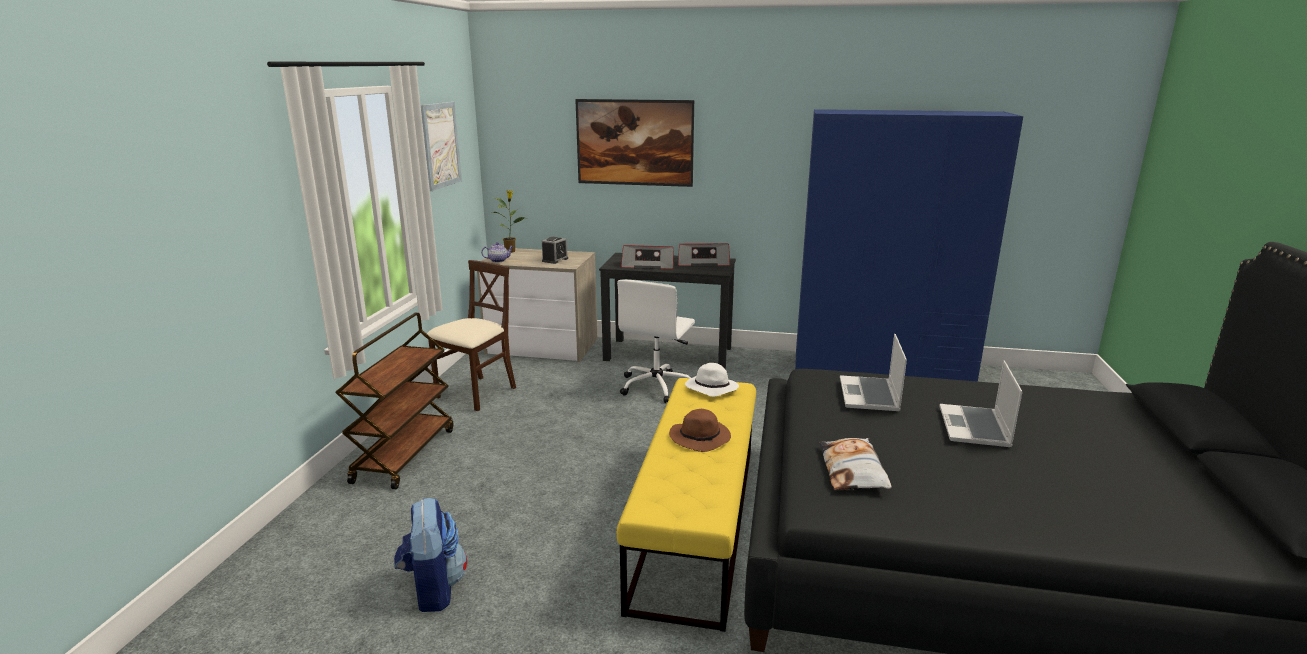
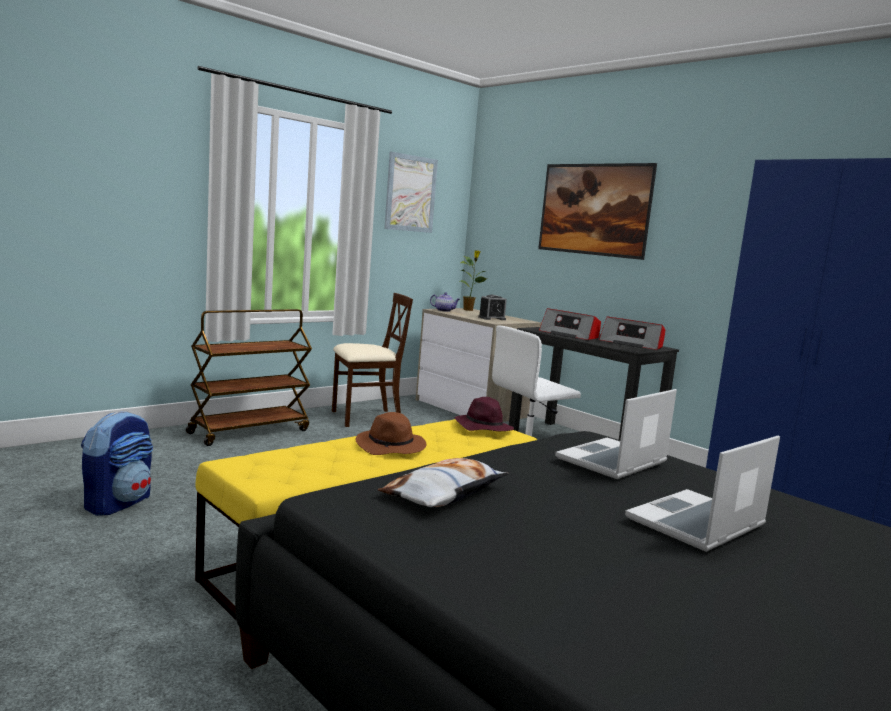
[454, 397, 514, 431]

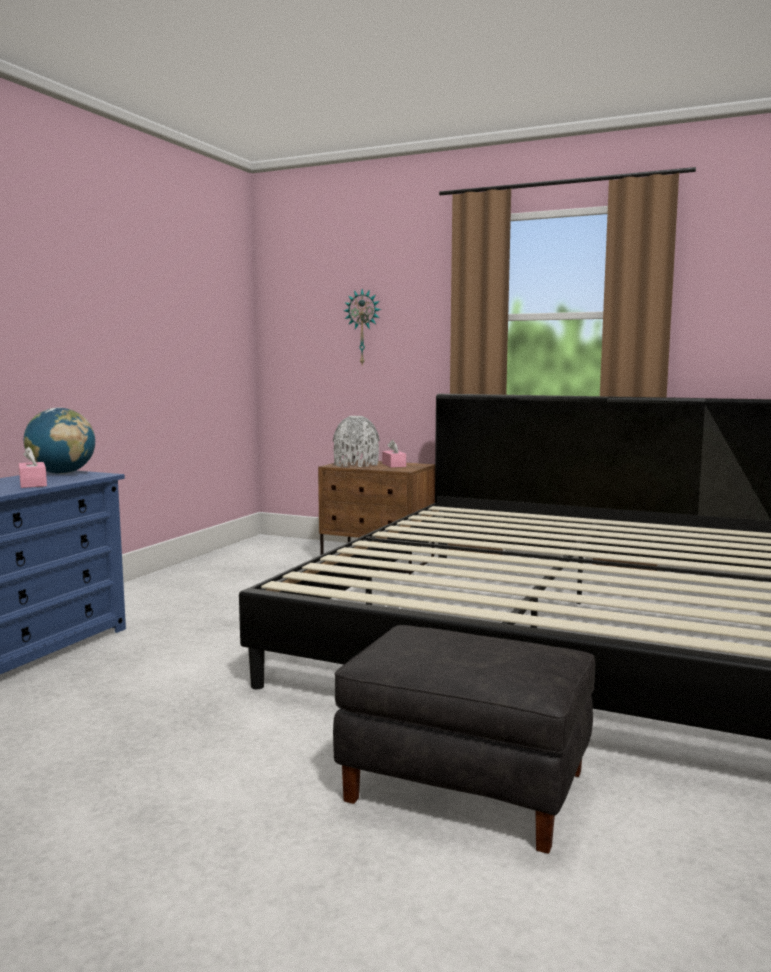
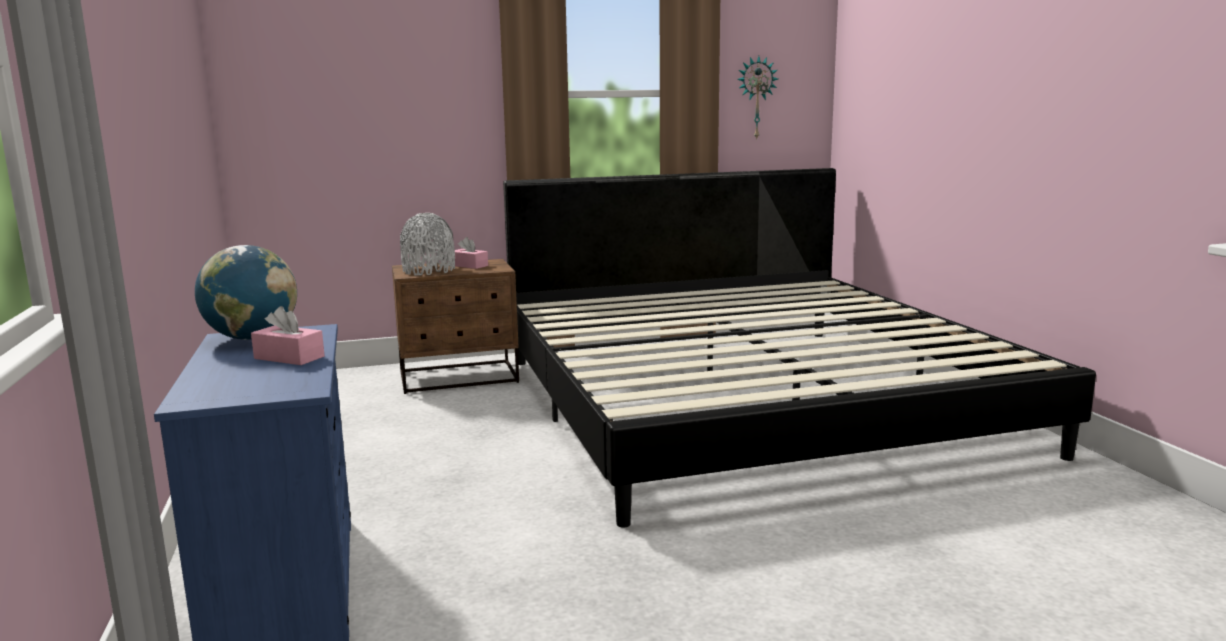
[333, 625, 595, 854] (first image)
[737, 56, 778, 140]

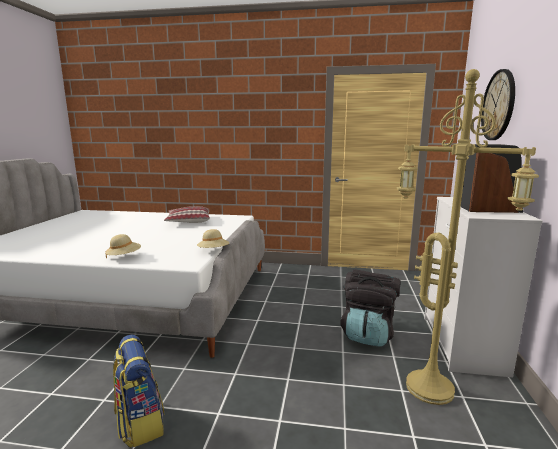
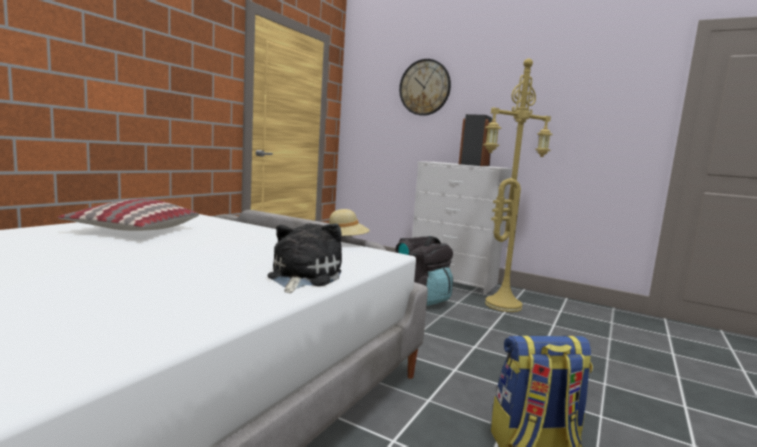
[267, 223, 342, 293]

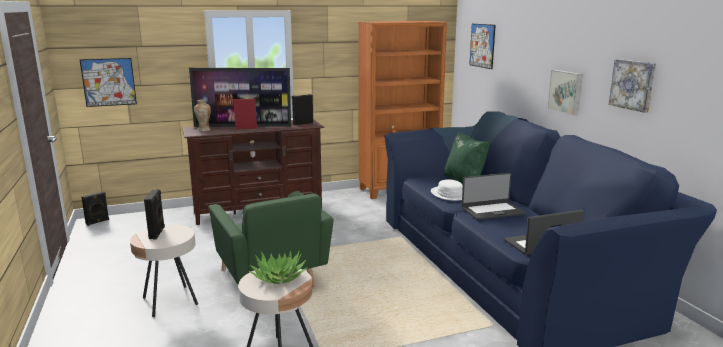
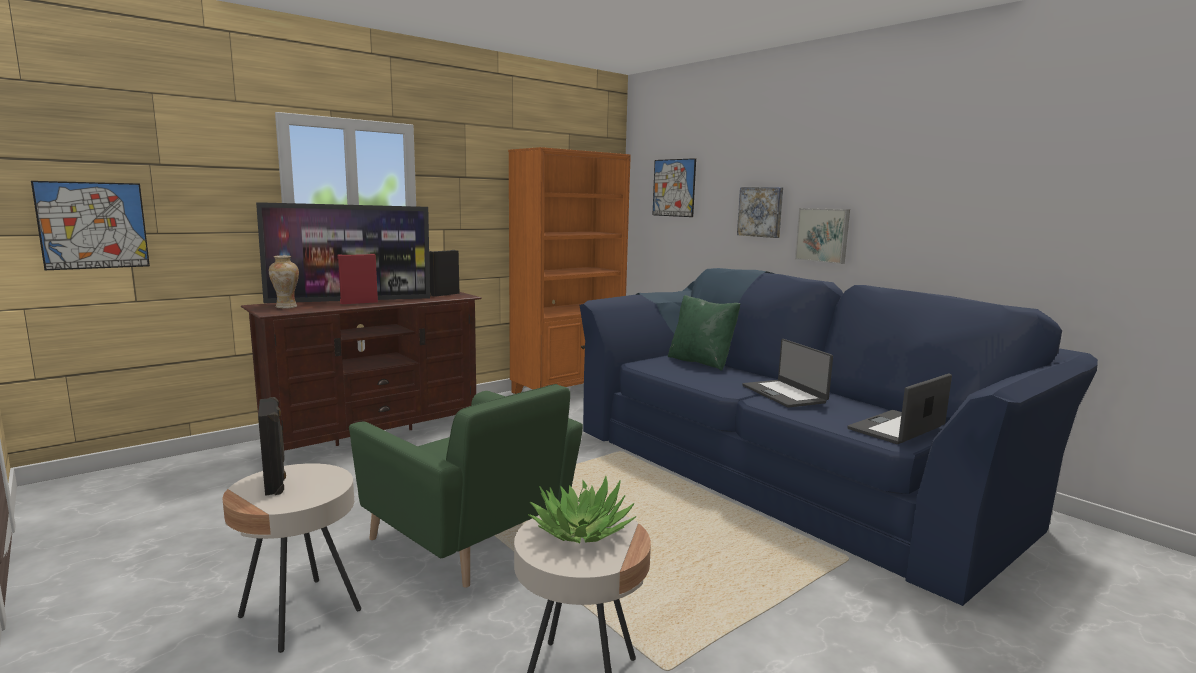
[81, 191, 109, 226] (first image)
[431, 180, 463, 201] (first image)
[737, 187, 783, 238]
[742, 339, 833, 408]

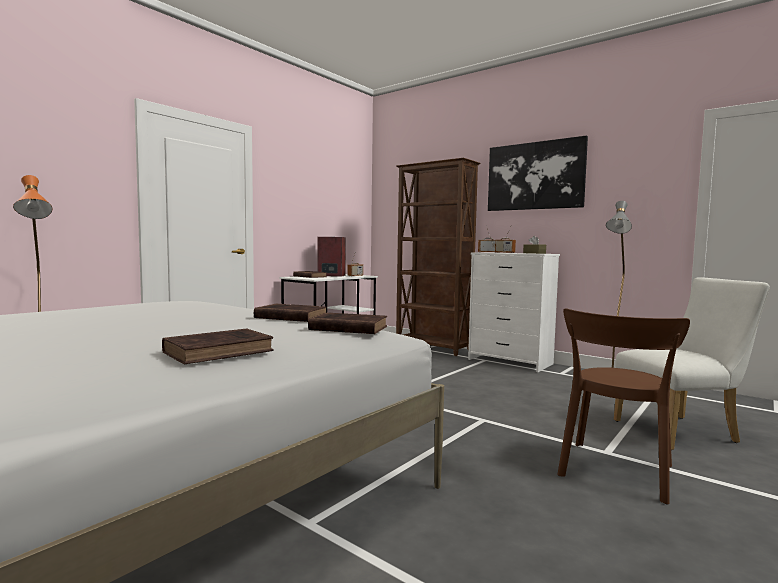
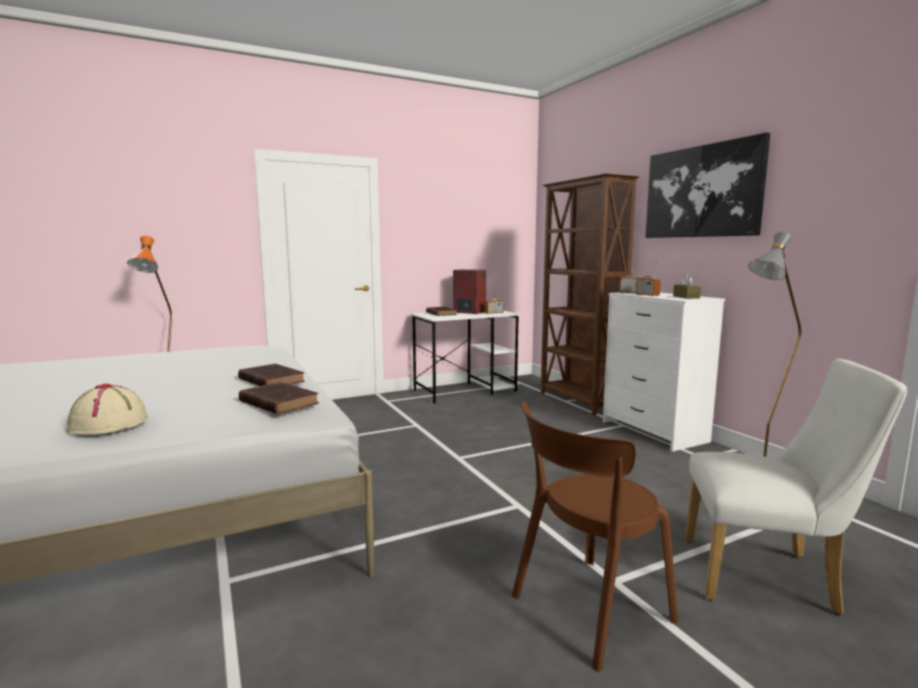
[66, 384, 148, 435]

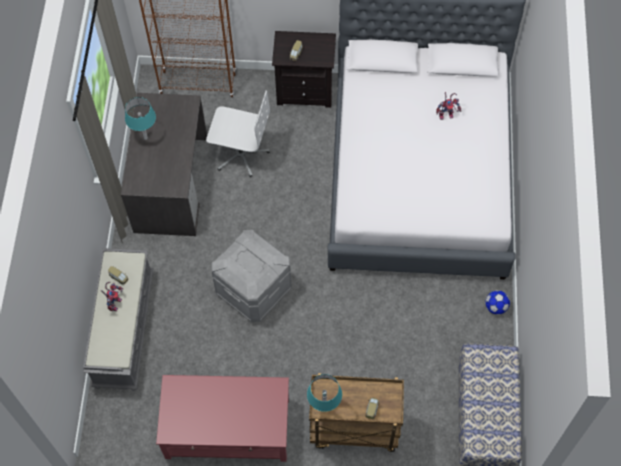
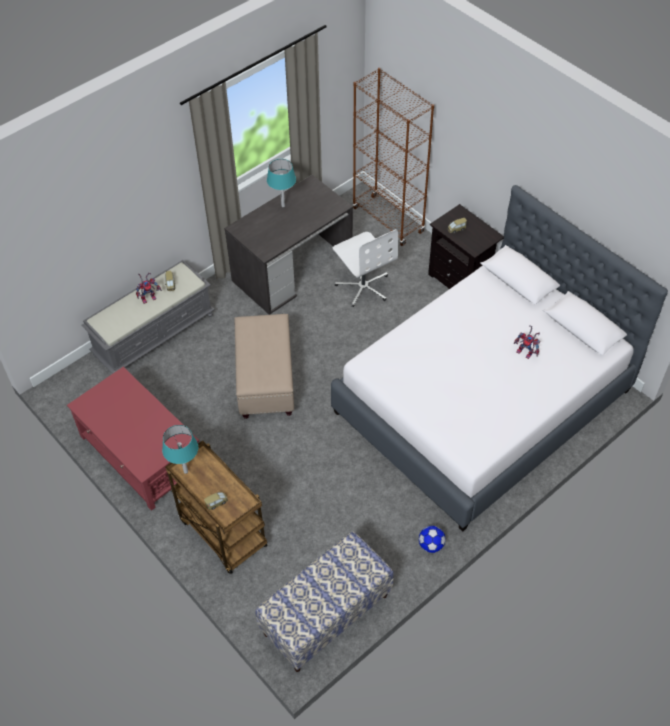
[234, 314, 294, 419]

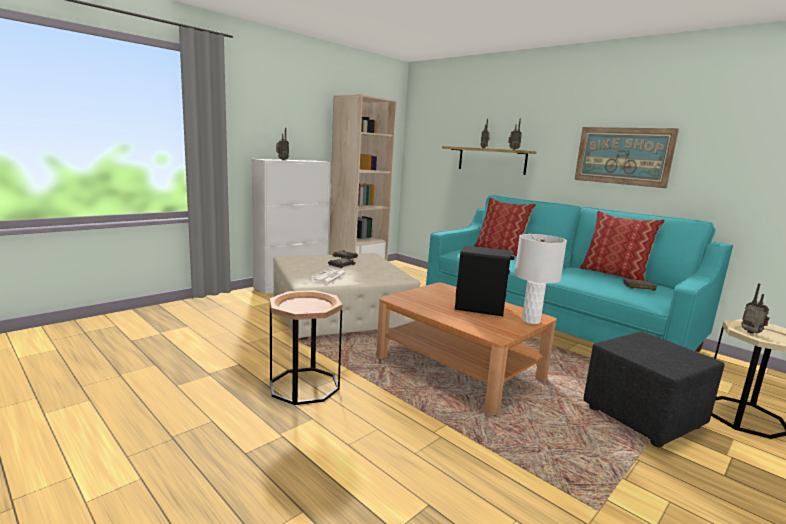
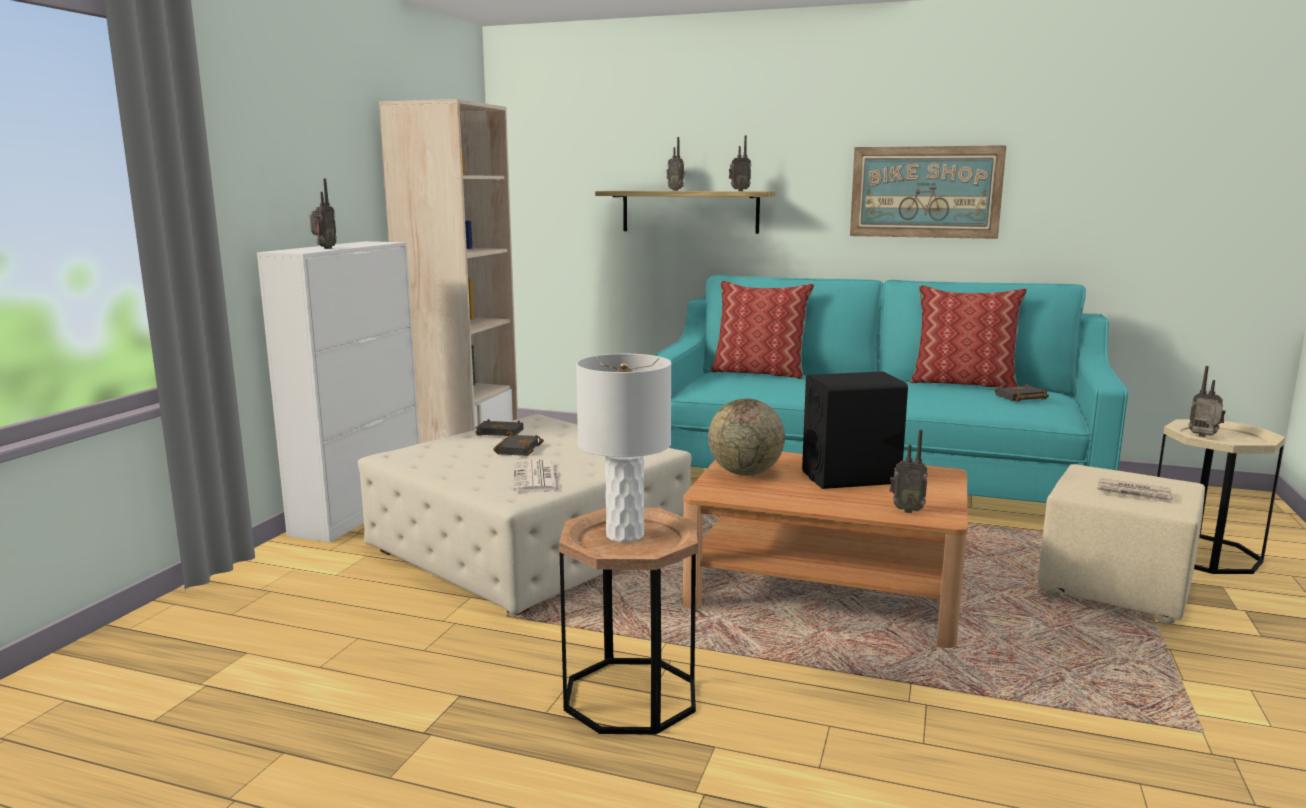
[708, 398, 785, 476]
[889, 430, 928, 513]
[1097, 478, 1173, 504]
[576, 354, 671, 542]
[1038, 464, 1205, 625]

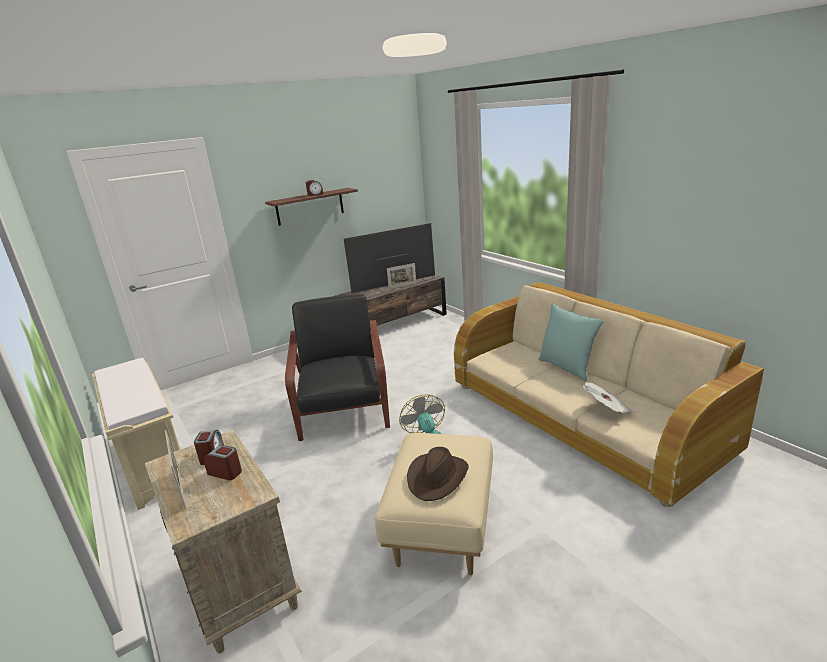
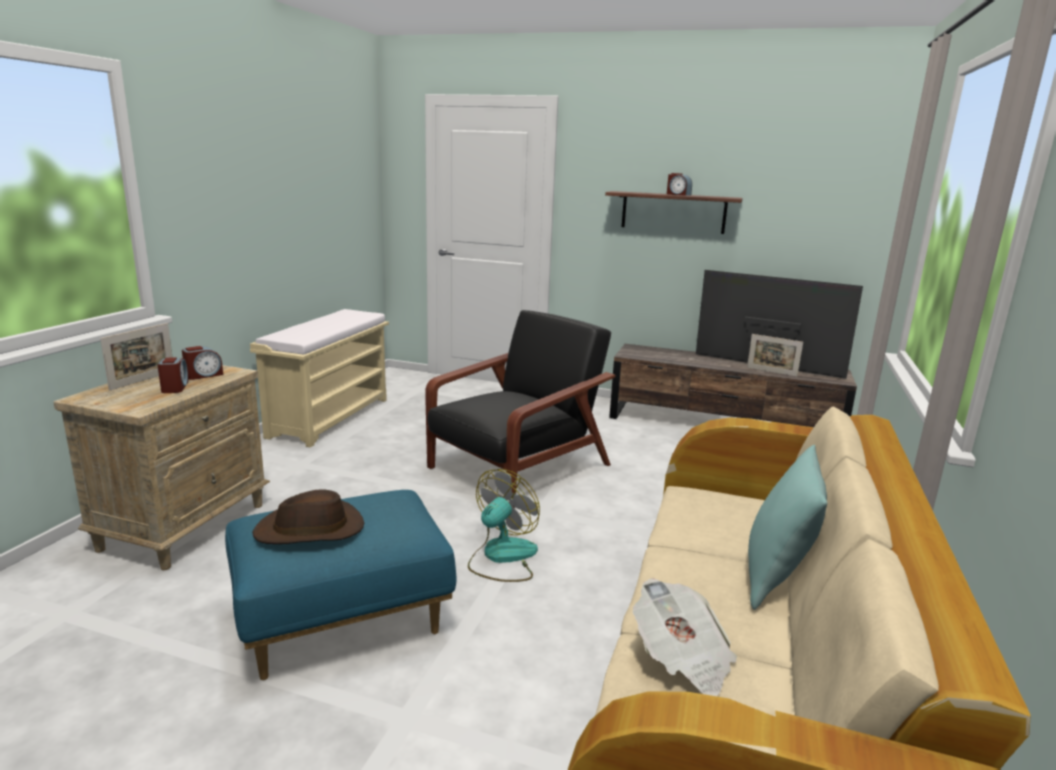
[225, 490, 457, 680]

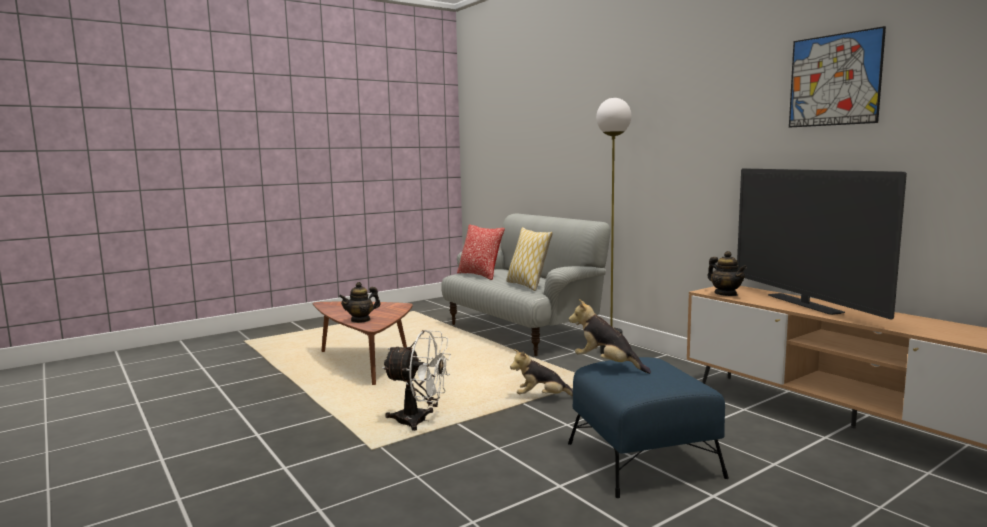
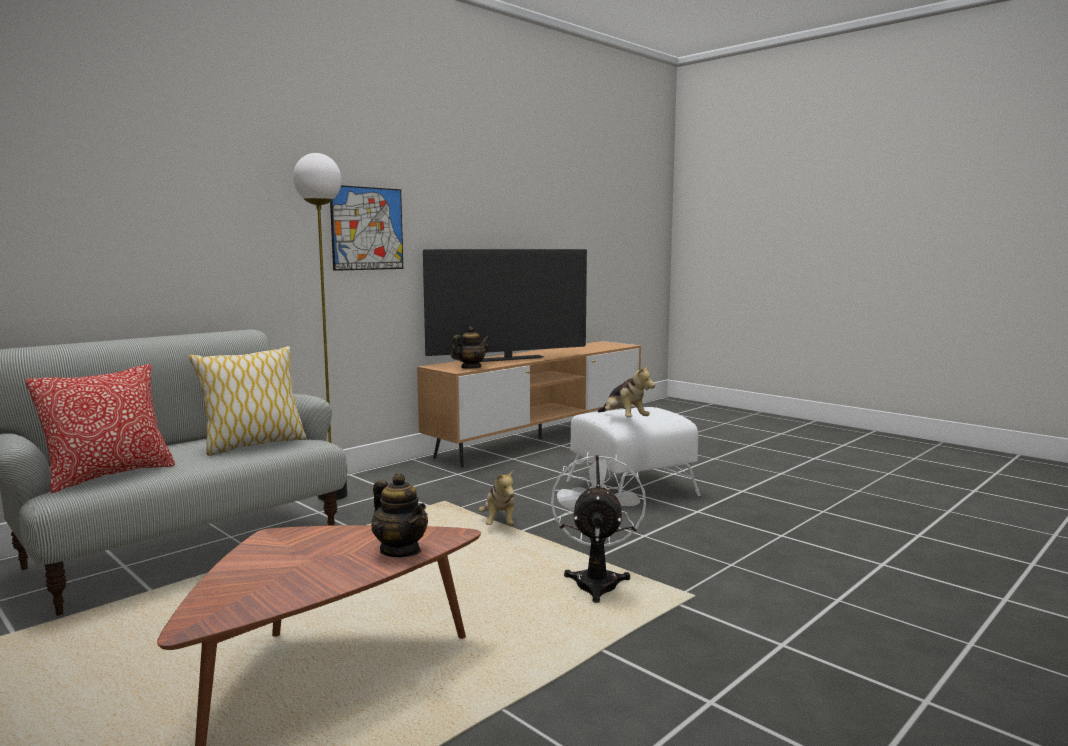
[330, 185, 403, 271]
[567, 407, 701, 496]
[598, 364, 655, 417]

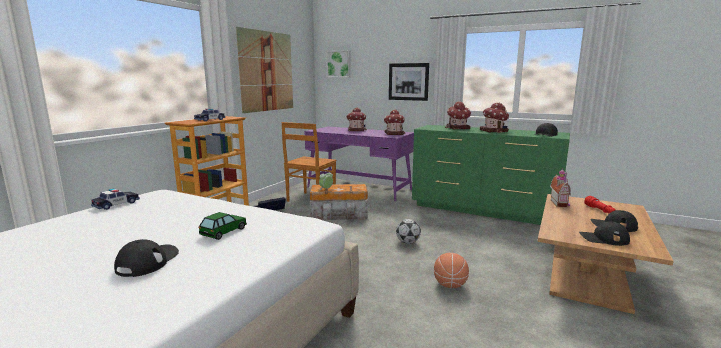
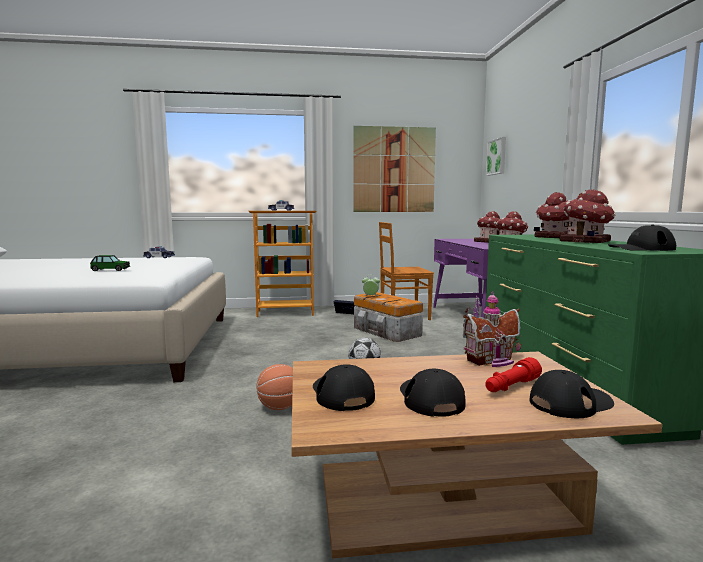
[389, 63, 429, 101] (first image)
[530, 370, 614, 418]

